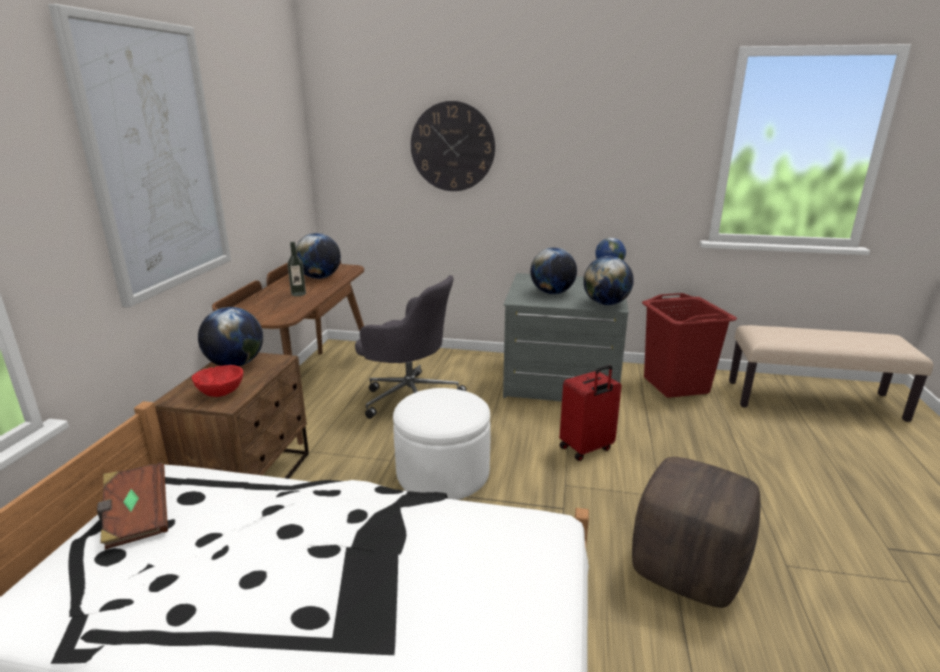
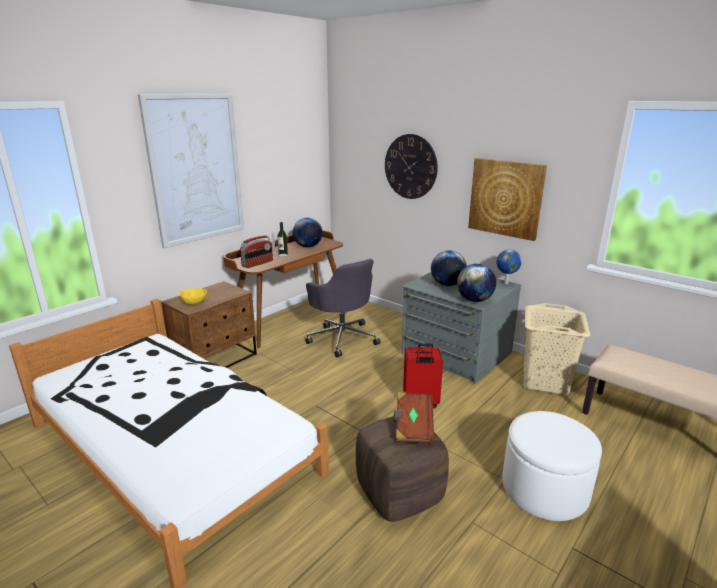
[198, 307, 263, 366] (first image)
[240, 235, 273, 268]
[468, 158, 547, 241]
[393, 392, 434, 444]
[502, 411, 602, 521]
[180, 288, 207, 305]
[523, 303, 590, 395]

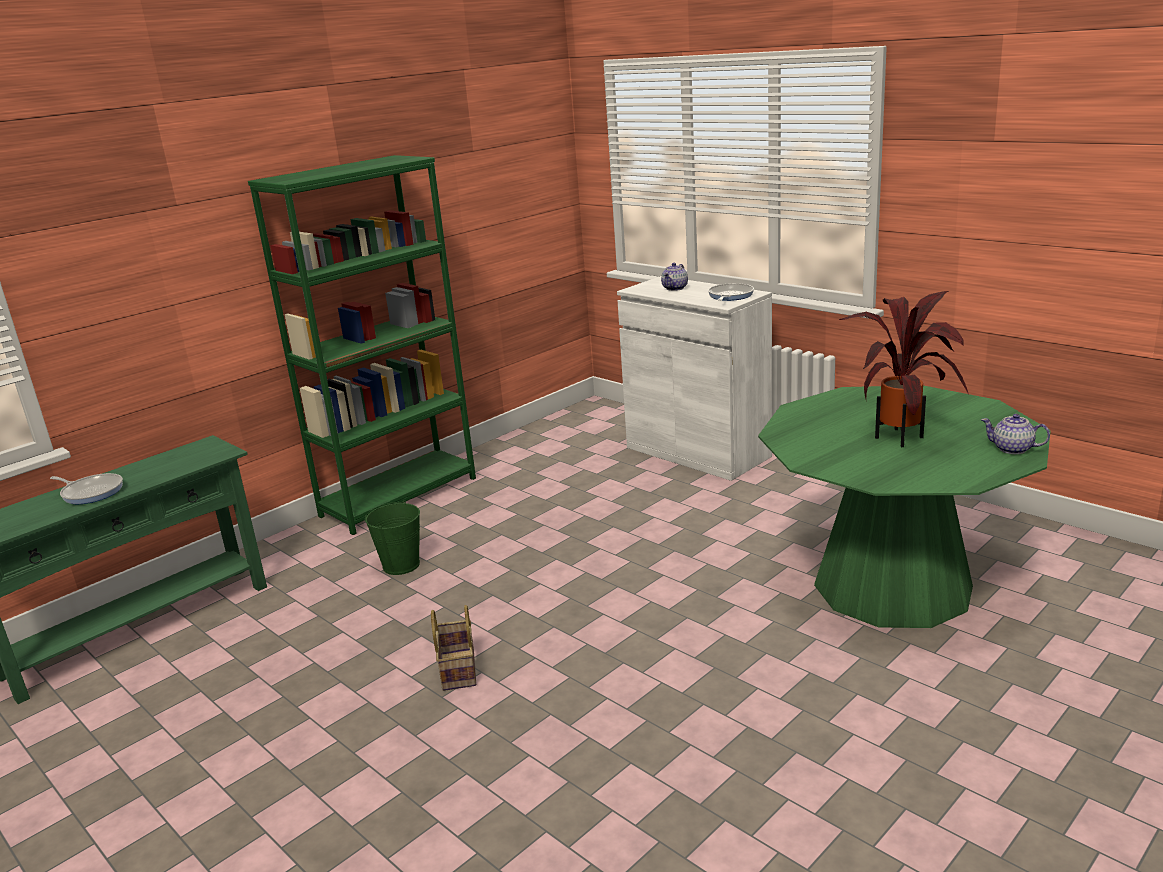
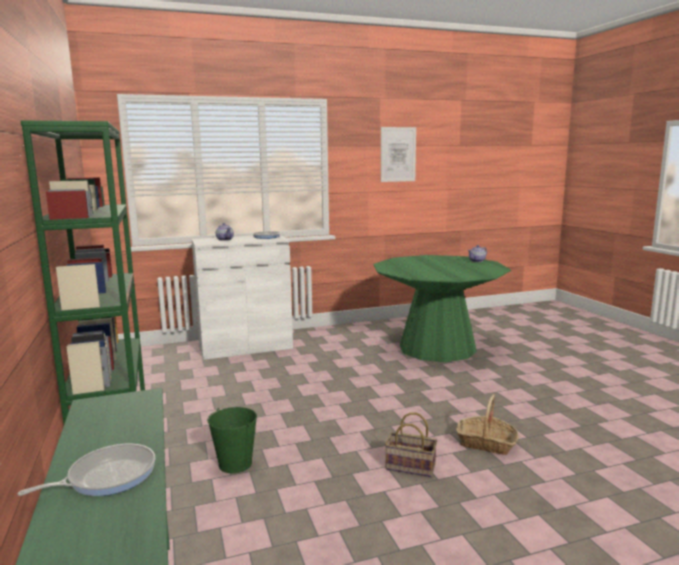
[839, 291, 969, 447] (first image)
[381, 127, 416, 182]
[456, 394, 519, 455]

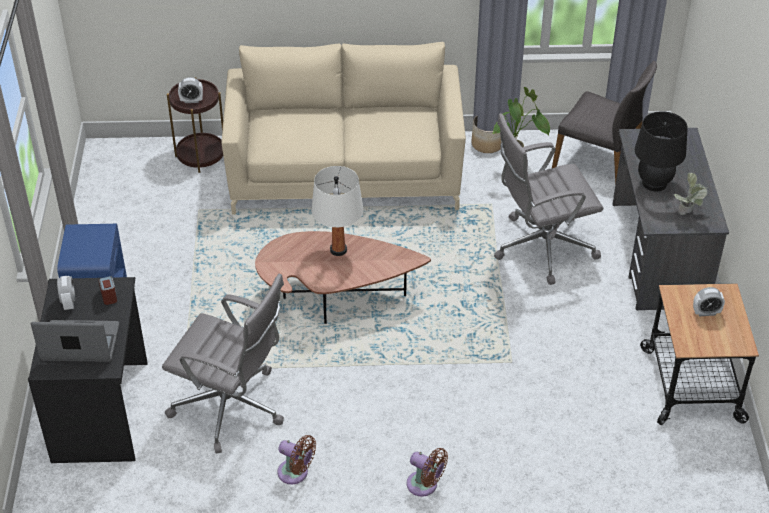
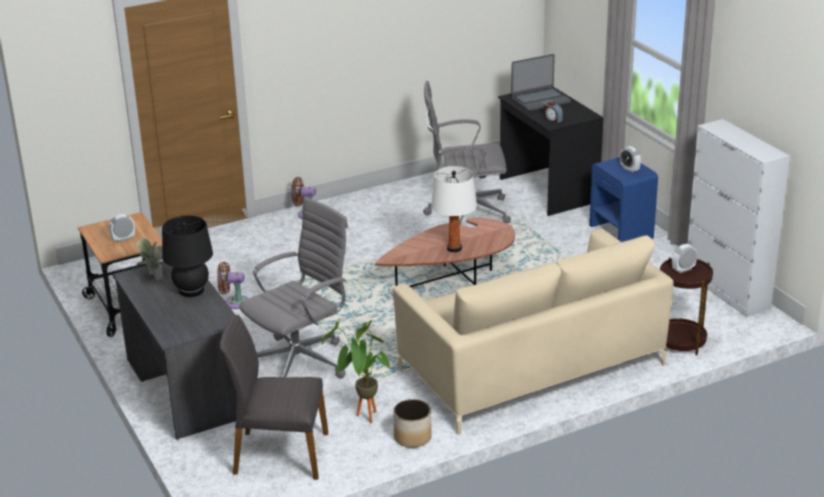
[687, 119, 790, 317]
[620, 146, 641, 173]
[217, 262, 248, 309]

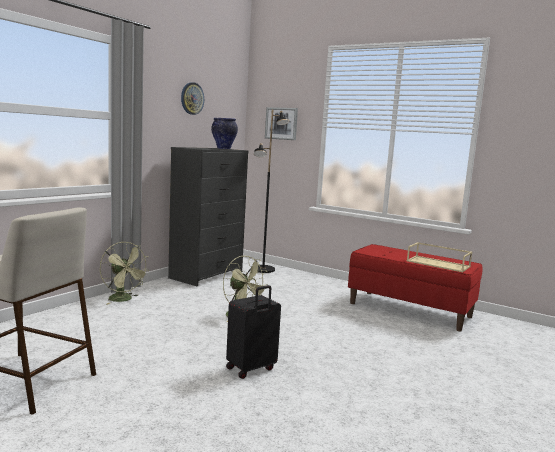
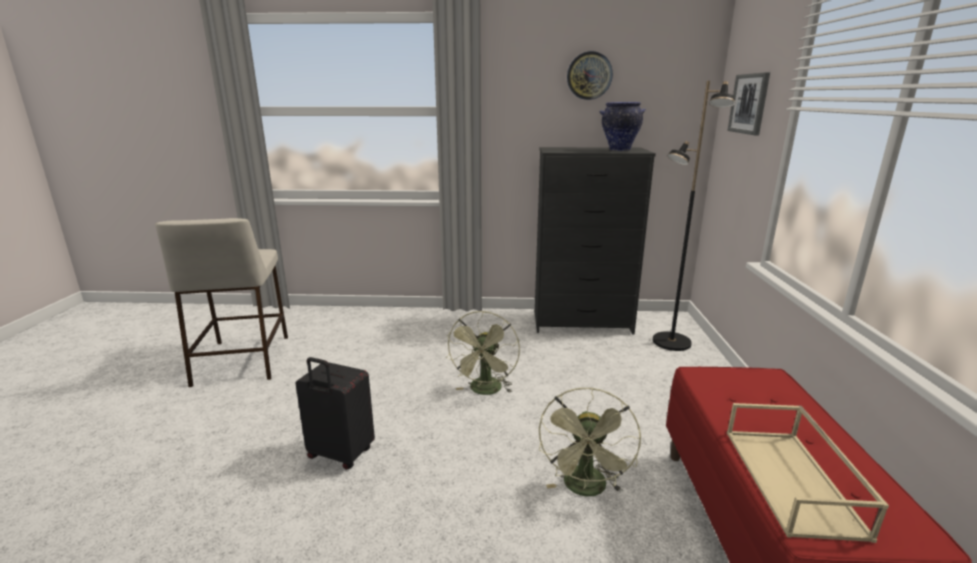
[539, 387, 641, 496]

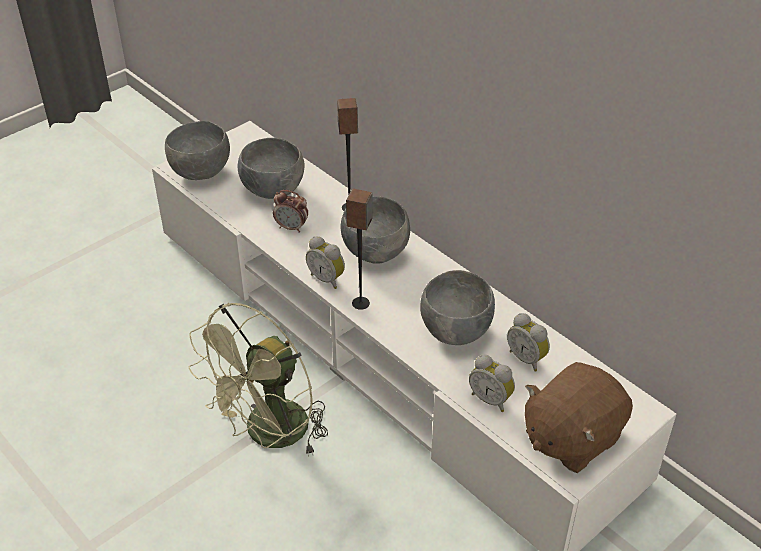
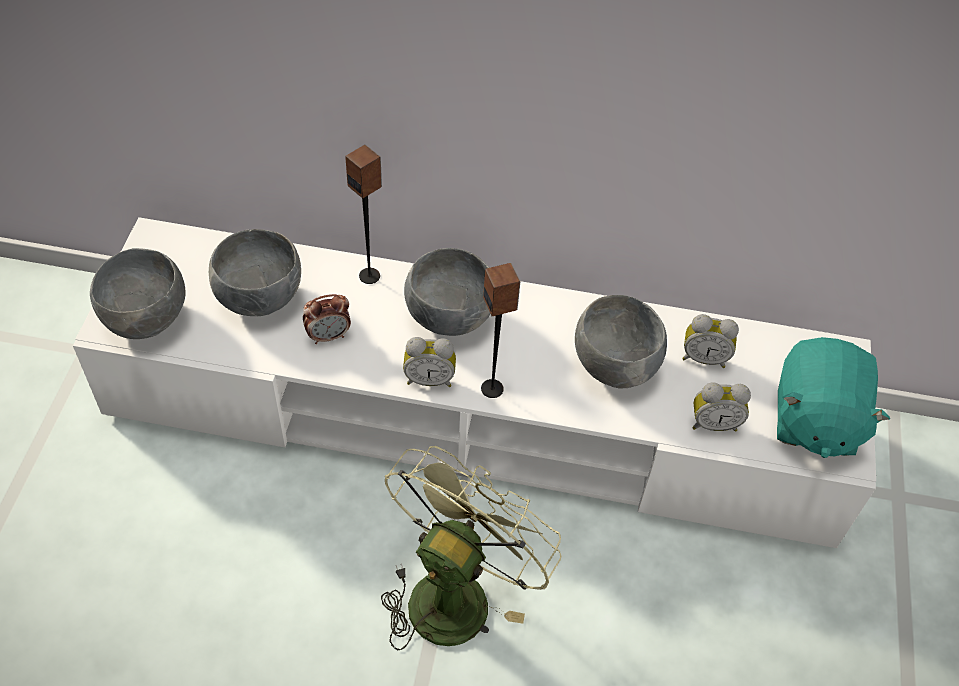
[777, 337, 890, 458]
[381, 446, 561, 650]

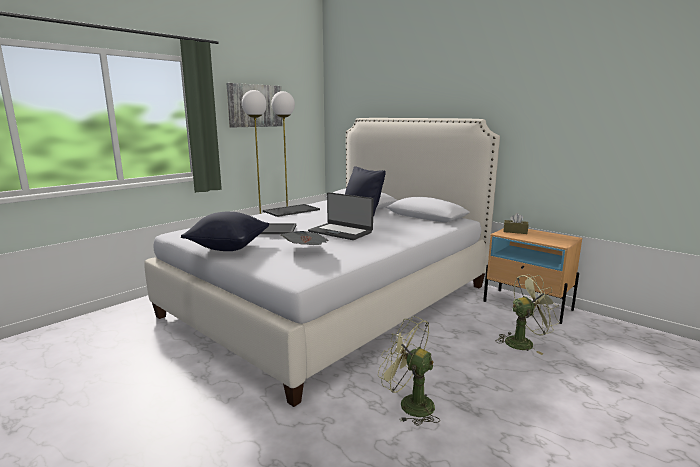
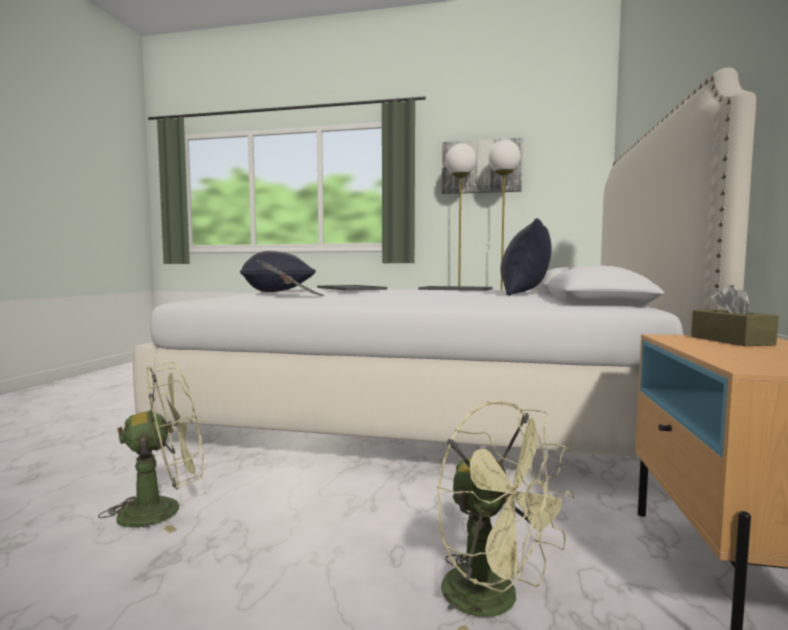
[308, 192, 373, 240] (first image)
[98, 362, 204, 533]

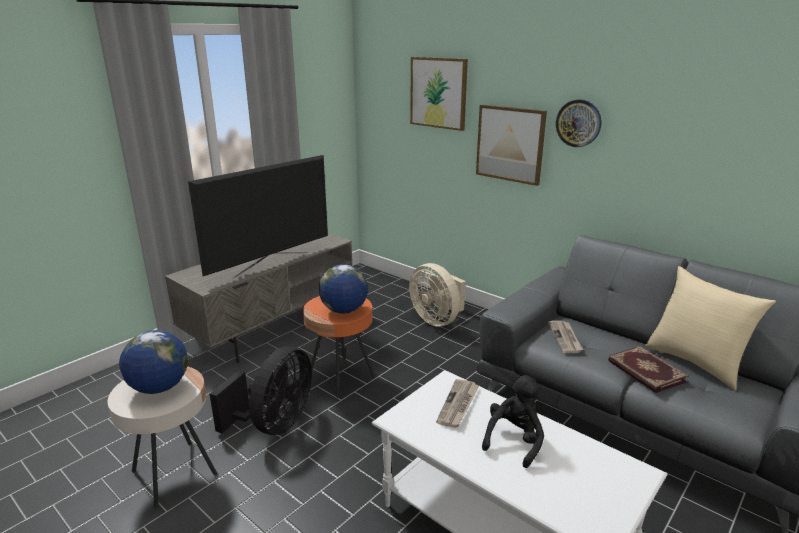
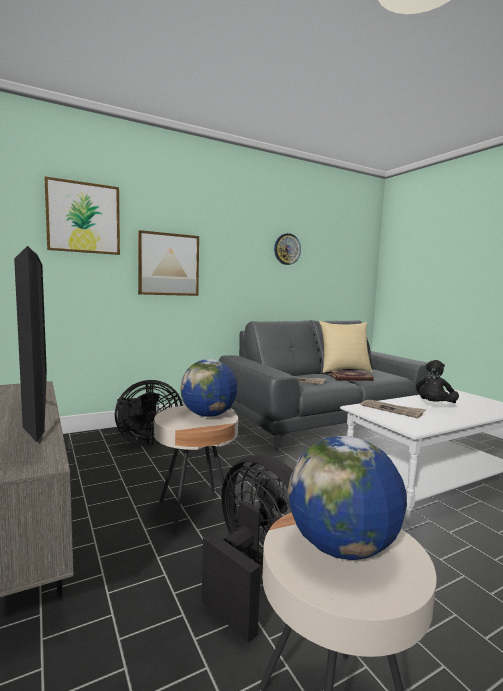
[274, 233, 301, 265]
[154, 405, 238, 533]
[115, 380, 183, 446]
[416, 360, 459, 403]

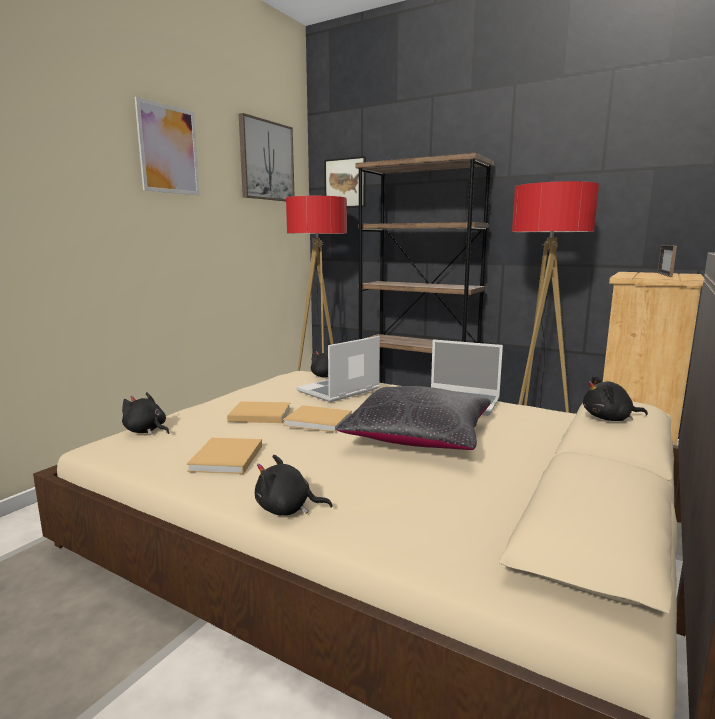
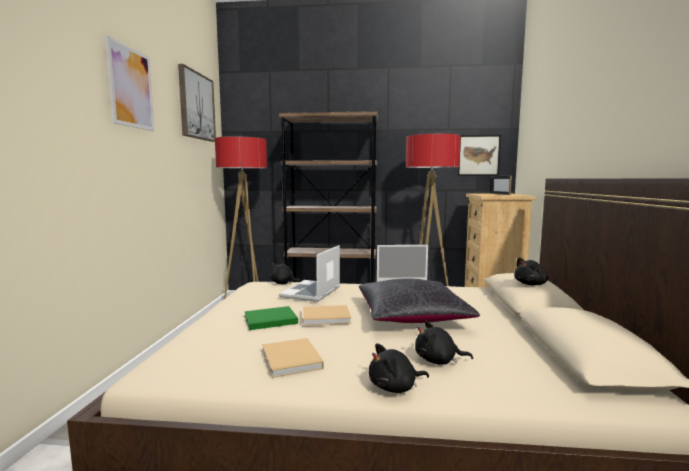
[415, 320, 473, 364]
[458, 135, 501, 176]
[244, 306, 298, 330]

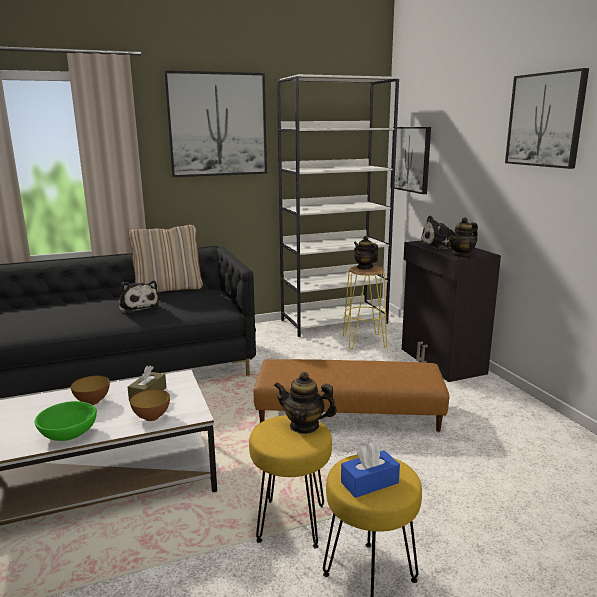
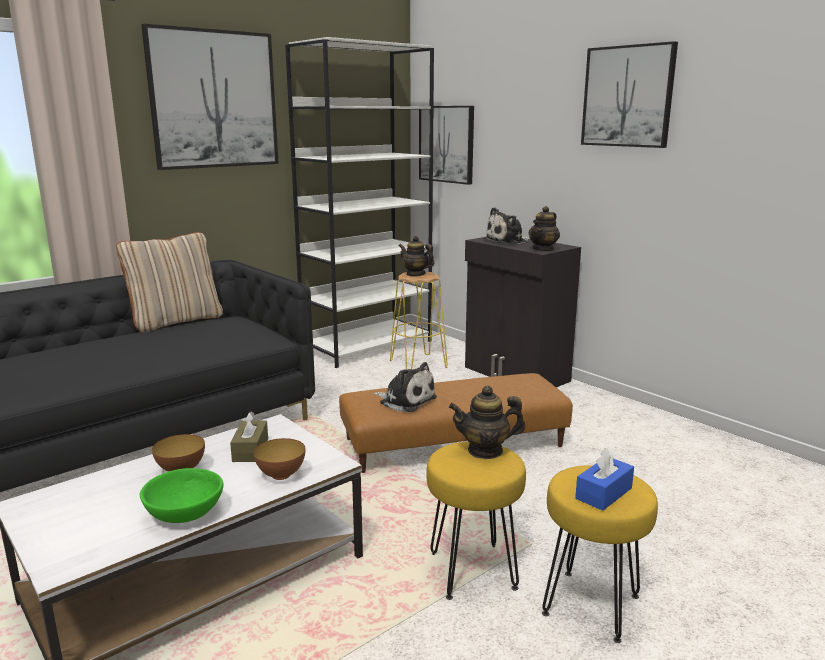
[373, 362, 437, 412]

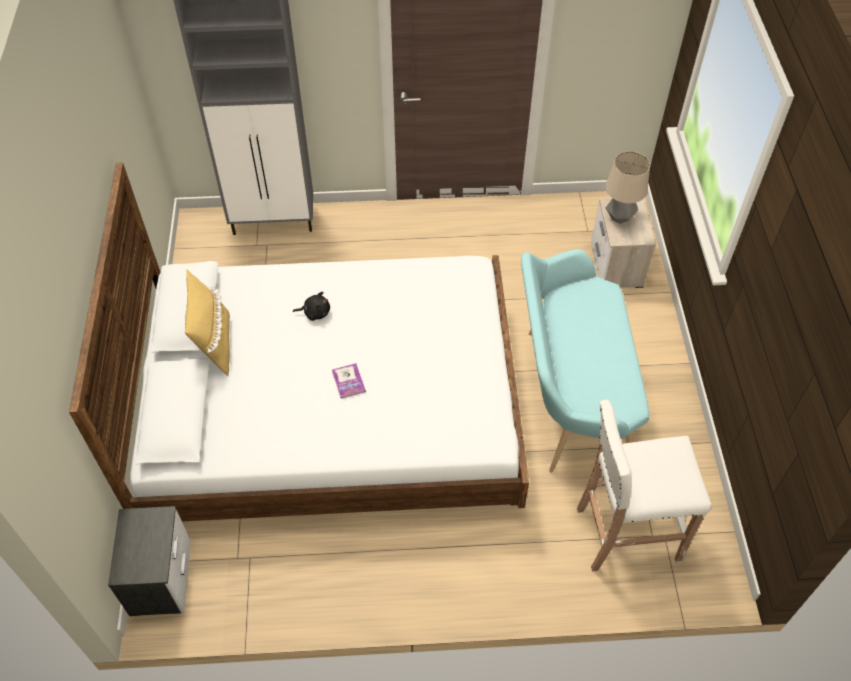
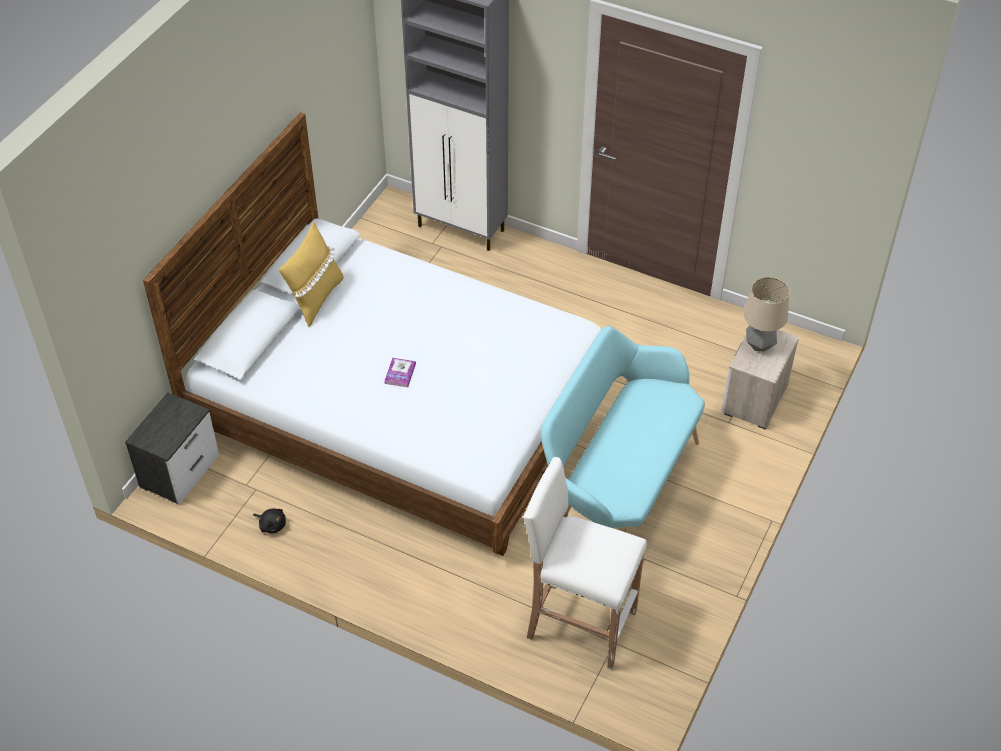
[253, 509, 286, 534]

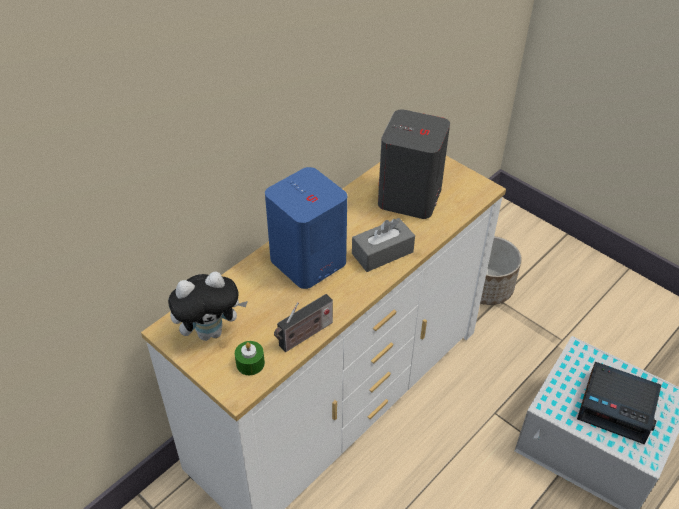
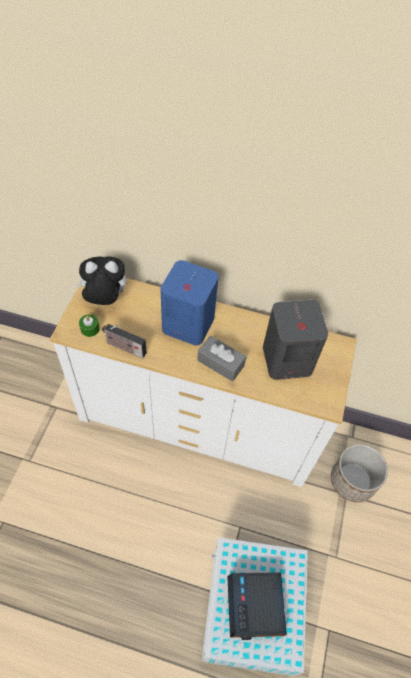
[75, 256, 126, 305]

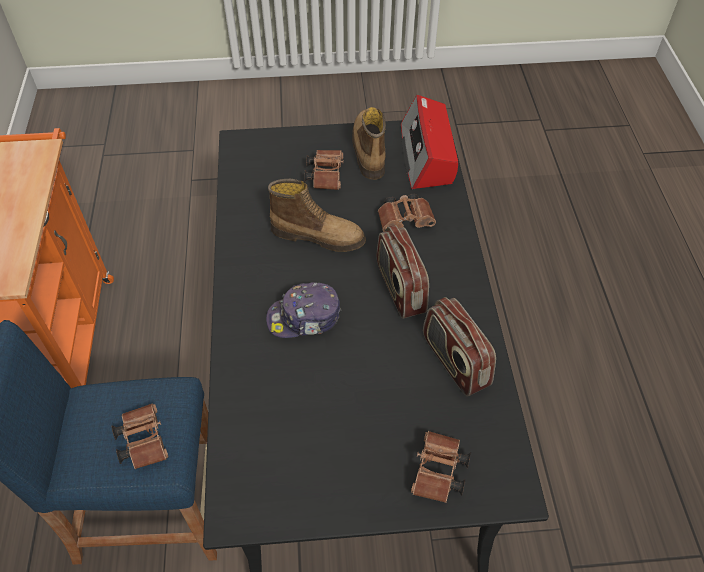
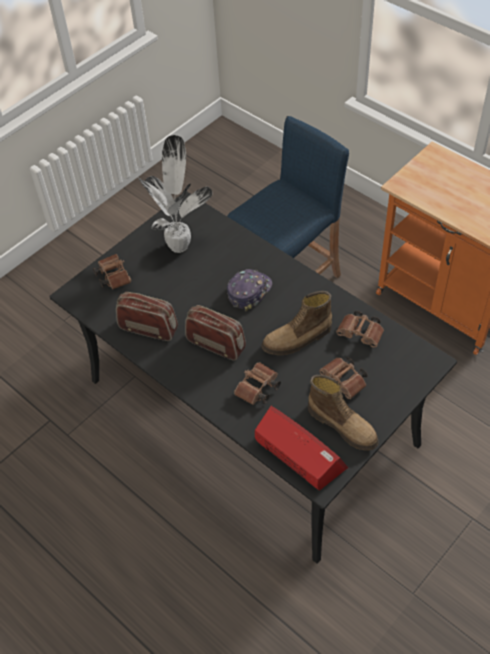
[138, 135, 212, 253]
[336, 311, 384, 348]

